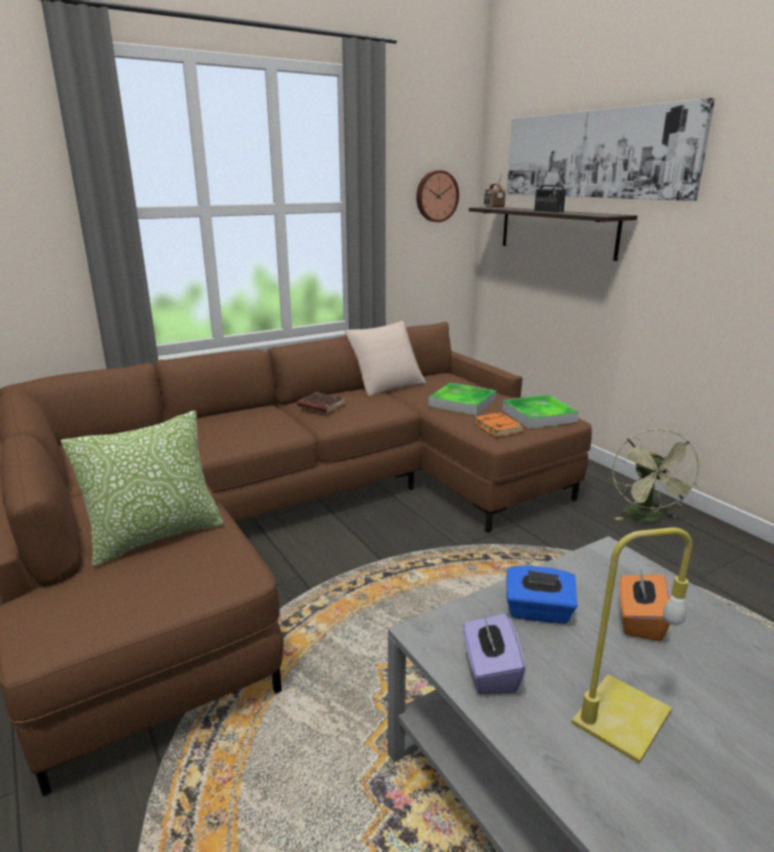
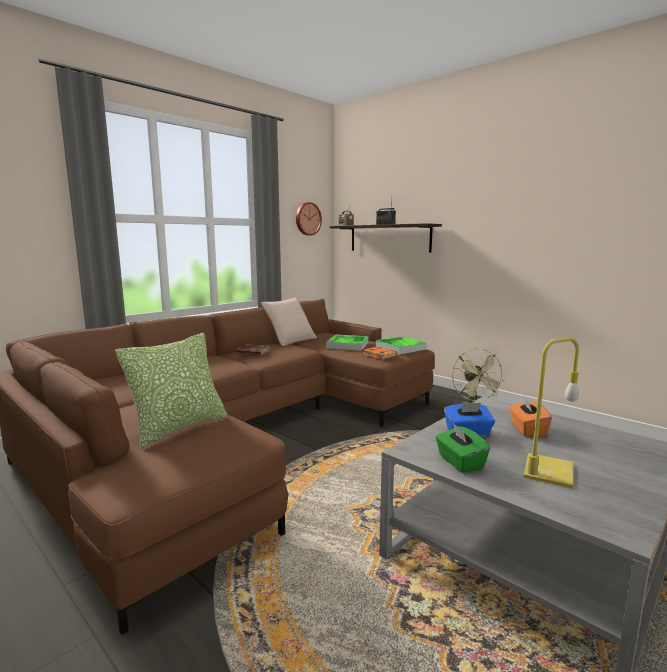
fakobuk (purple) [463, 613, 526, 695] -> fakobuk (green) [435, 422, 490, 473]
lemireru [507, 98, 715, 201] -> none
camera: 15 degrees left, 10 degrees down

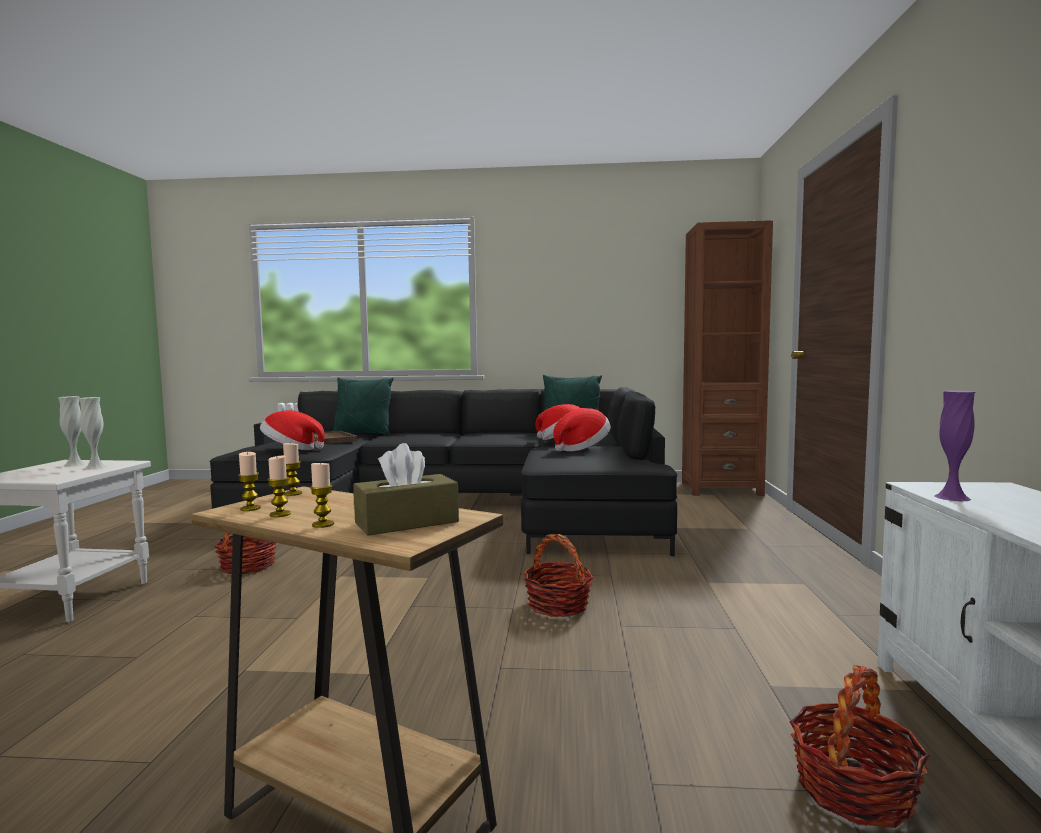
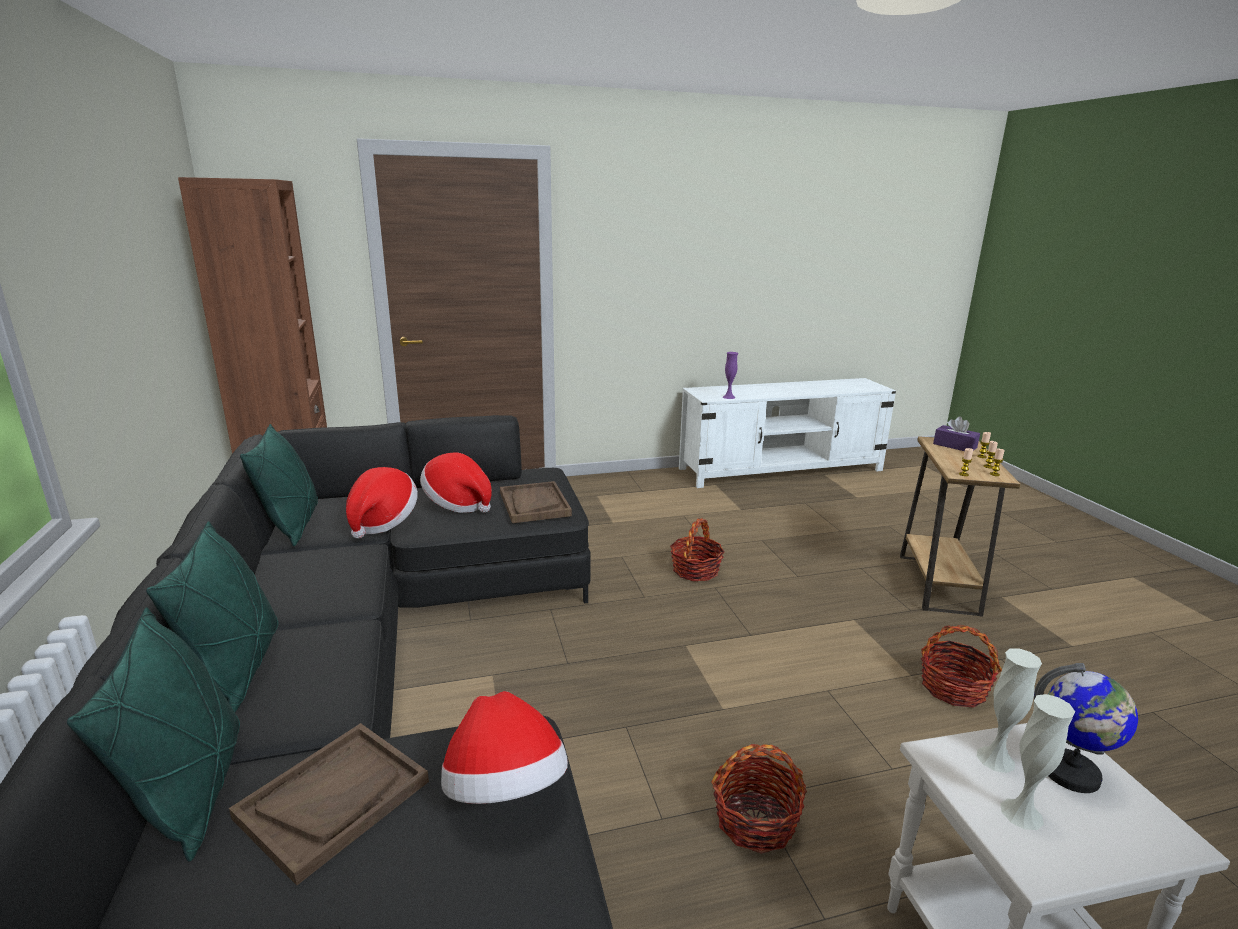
fakobuk (brown) [353, 443, 459, 536] -> fakobuk (purple) [933, 416, 980, 451]
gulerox [790, 666, 930, 828] -> gulerox [921, 625, 1002, 708], move
none -> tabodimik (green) [146, 521, 278, 712]
none -> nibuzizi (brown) [500, 481, 572, 523]
none -> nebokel [1034, 663, 1138, 793]
camera: 110 degrees left, 15 degrees up

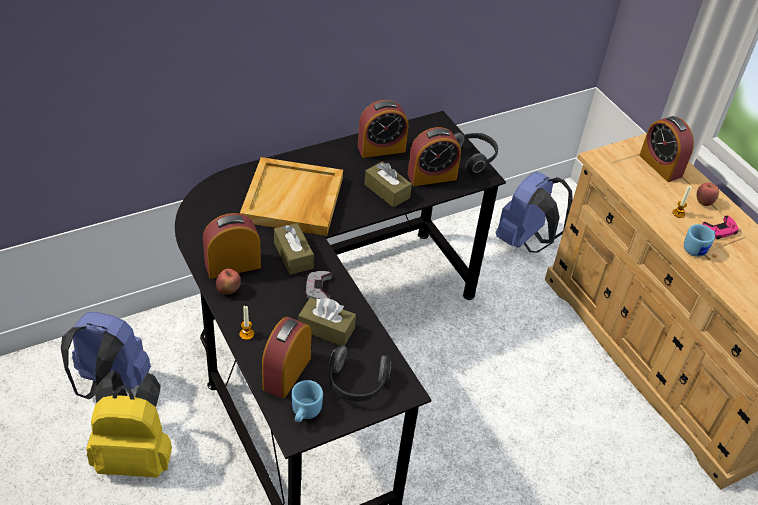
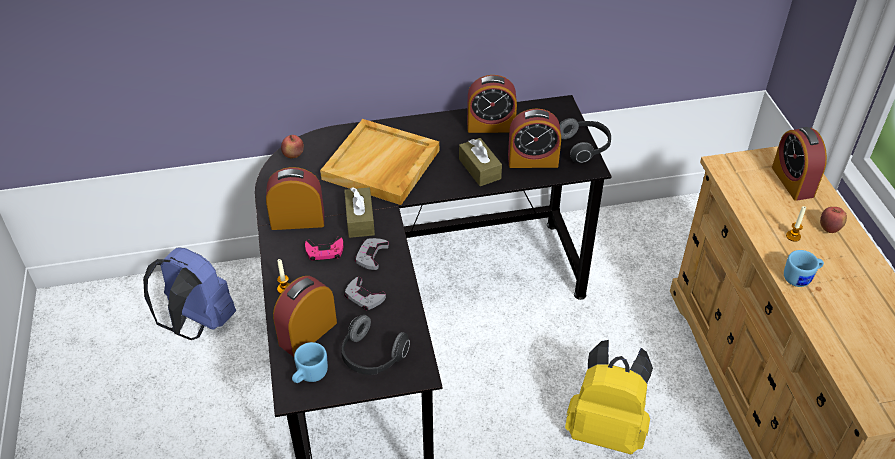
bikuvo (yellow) [86, 371, 172, 478] -> bikuvo (yellow) [565, 340, 653, 455], move
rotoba [216, 268, 241, 294] -> rotoba [281, 135, 304, 158], move
fakobuk (brown) [298, 297, 356, 346] -> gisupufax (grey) [344, 277, 386, 310]
bikuvo (blue) [496, 172, 573, 253] -> none
gisupufax (pink) [702, 216, 739, 239] -> gisupufax (pink) [305, 237, 344, 261], move
camera: 20 degrees right, 0 degrees up

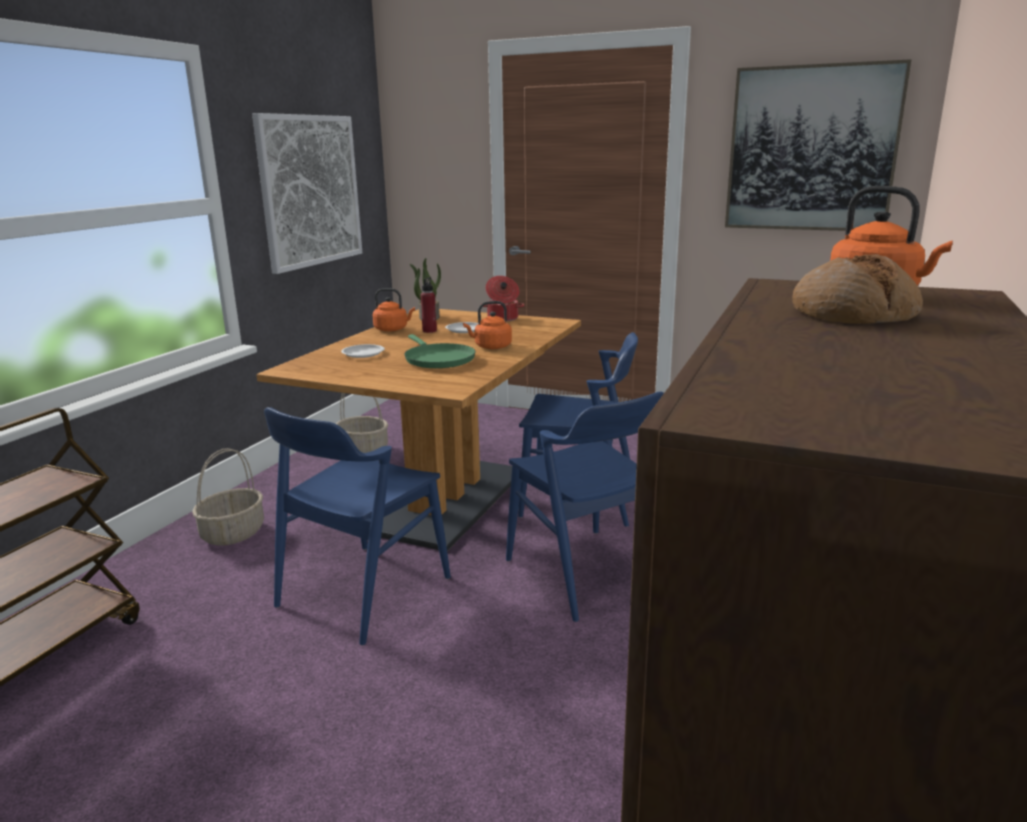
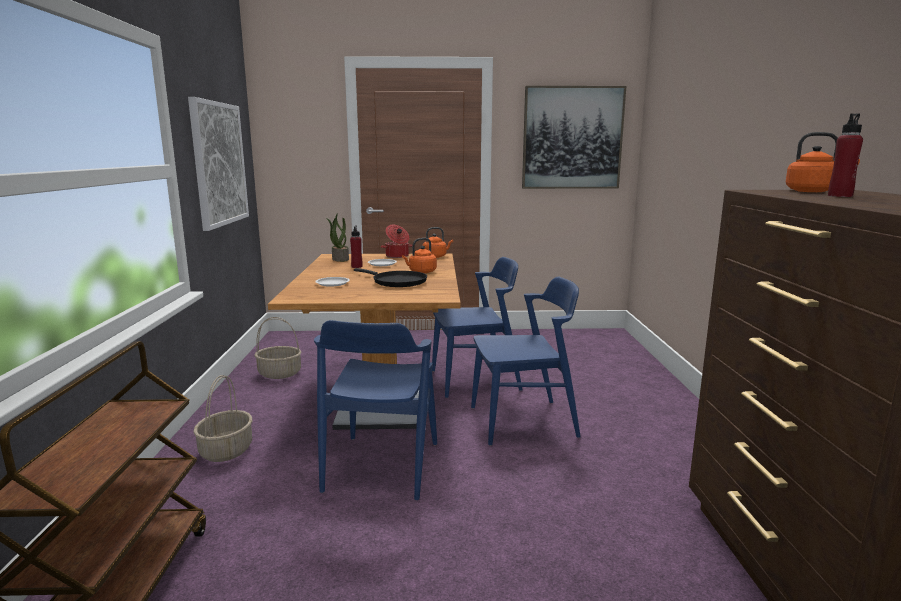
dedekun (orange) [372, 288, 415, 332] -> dedekun (orange) [422, 227, 453, 258], move
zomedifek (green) [404, 334, 475, 368] -> zomedifek (black) [354, 268, 427, 287]
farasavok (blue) [506, 392, 664, 622] -> farasavok (blue) [471, 277, 581, 446], 45 degrees counterclockwise
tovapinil [792, 254, 923, 324] -> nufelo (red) [828, 113, 863, 197]
camera: 25 degrees left, 5 degrees down

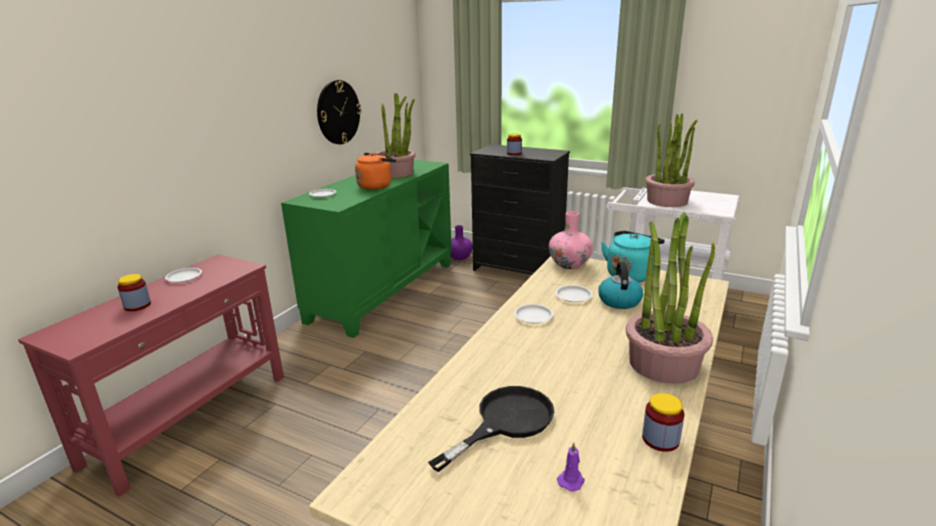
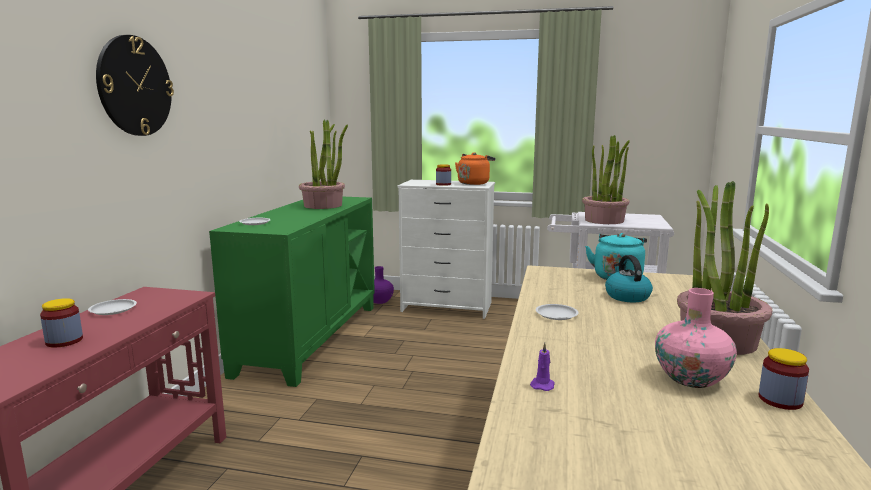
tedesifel [317, 80, 361, 144] -> tedesifel [96, 35, 174, 136], move
dedekun (orange) [355, 153, 396, 190] -> dedekun (orange) [455, 152, 495, 185], move
zomedifek (black) [428, 386, 554, 472] -> none
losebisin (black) [470, 144, 570, 275] -> losebisin (white) [397, 180, 495, 319]
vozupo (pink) [549, 211, 593, 269] -> vozupo (pink) [655, 288, 737, 388], move
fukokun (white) [555, 285, 592, 302] -> none
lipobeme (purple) [557, 442, 585, 492] -> lipobeme (purple) [530, 343, 555, 391], move
camera: 15 degrees left, 10 degrees down

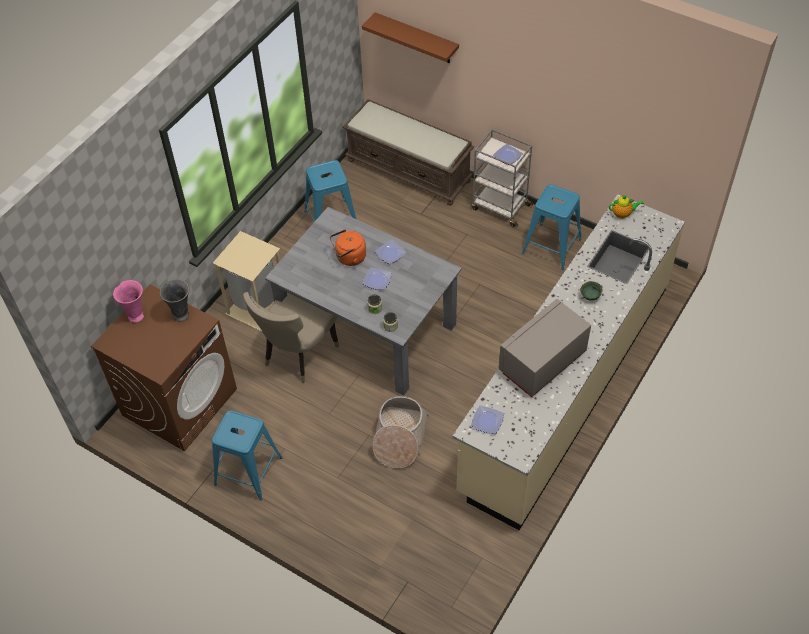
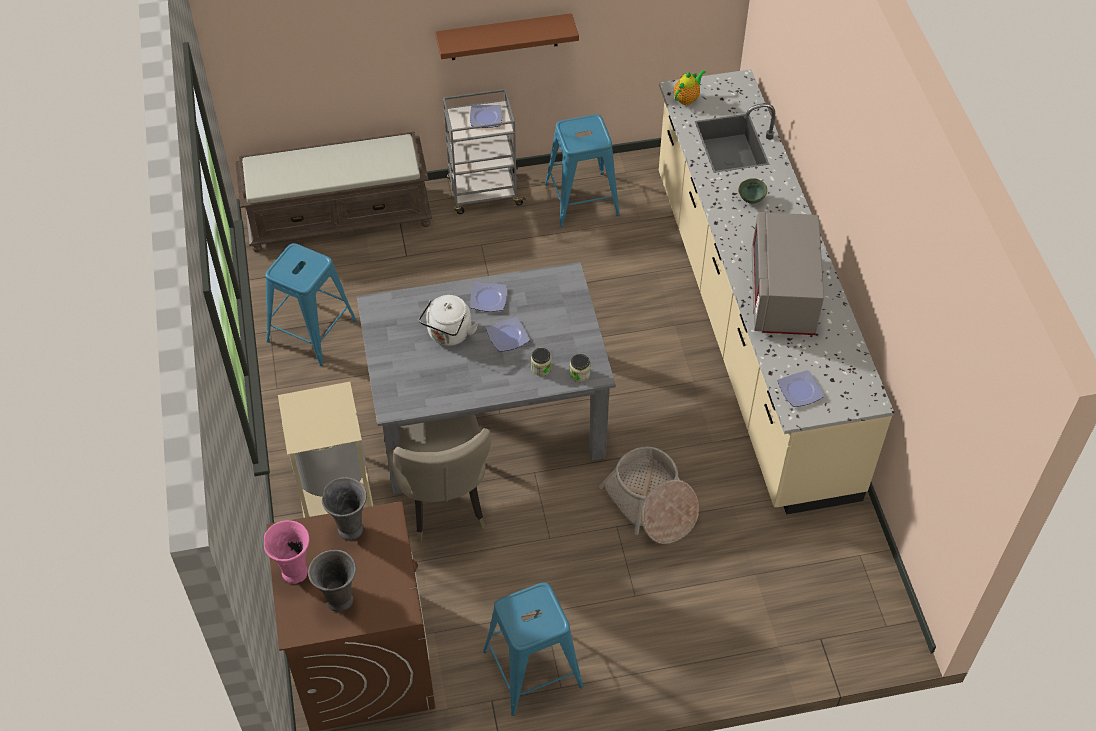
dedekun (orange) [330, 229, 366, 266] -> dedekun (white) [419, 295, 478, 346]
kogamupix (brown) [362, 12, 459, 63] -> kogamupix (brown) [435, 13, 579, 60], move
none -> vozupo (grey) [308, 550, 356, 612]
camera: 45 degrees left, 0 degrees up

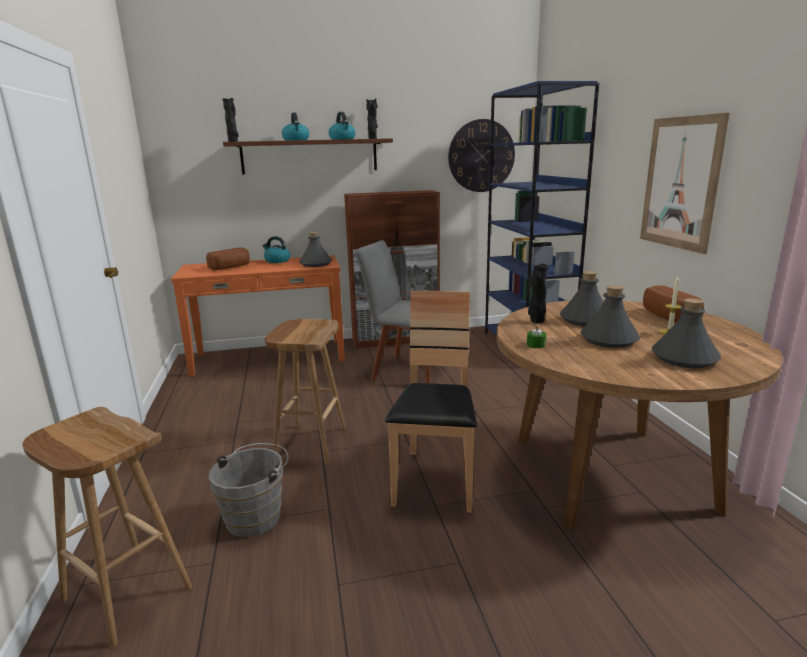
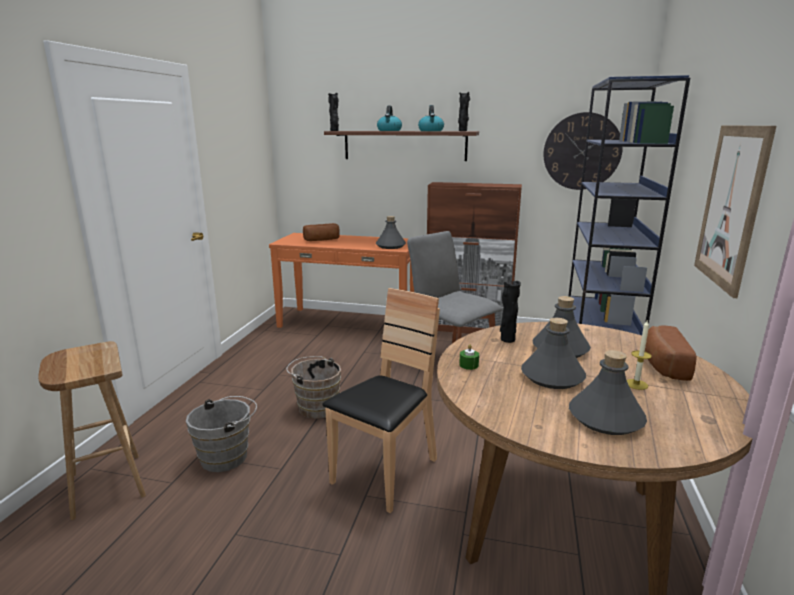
dedekun [263, 236, 290, 263] -> none
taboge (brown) [265, 319, 346, 463] -> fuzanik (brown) [286, 356, 341, 419]
camera: 25 degrees right, 0 degrees up

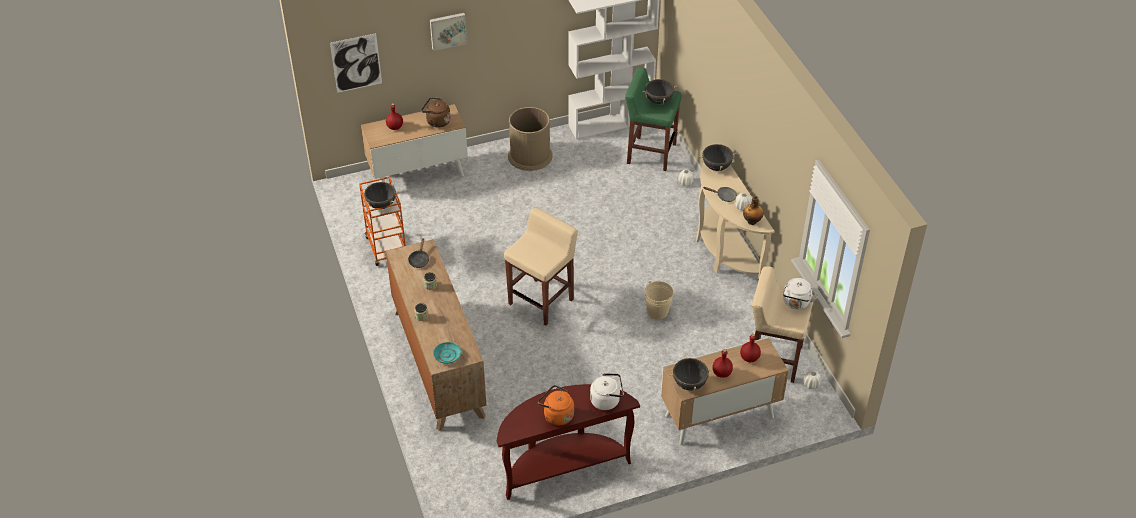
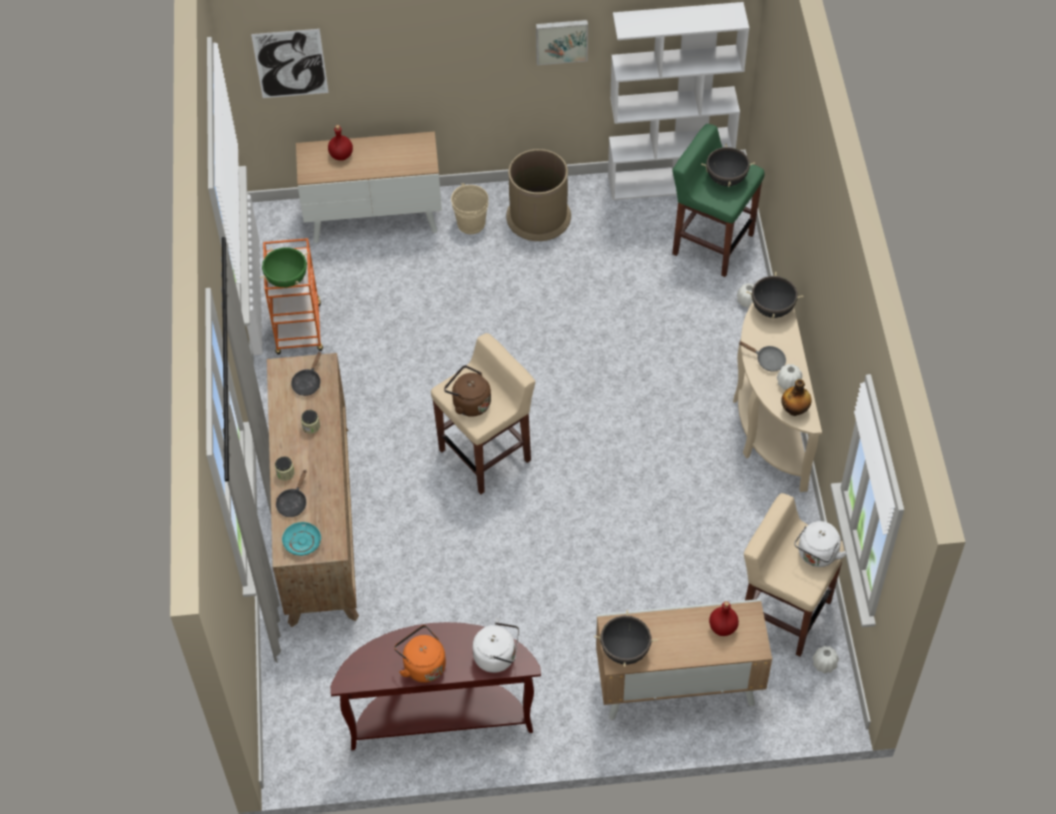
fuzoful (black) [364, 182, 396, 209] -> fuzoful (green) [260, 247, 308, 288]
dedekun (brown) [421, 97, 451, 128] -> dedekun (brown) [444, 365, 491, 417], move
lemireru [430, 13, 467, 51] -> lemireru [536, 20, 588, 65], move
fuzanik (beige) [645, 281, 673, 319] -> fuzanik (beige) [451, 183, 488, 234], move
nufelo (red) [713, 349, 733, 378] -> none
none -> zomedifek (black) [276, 470, 307, 517]
camera: 15 degrees right, 10 degrees up

